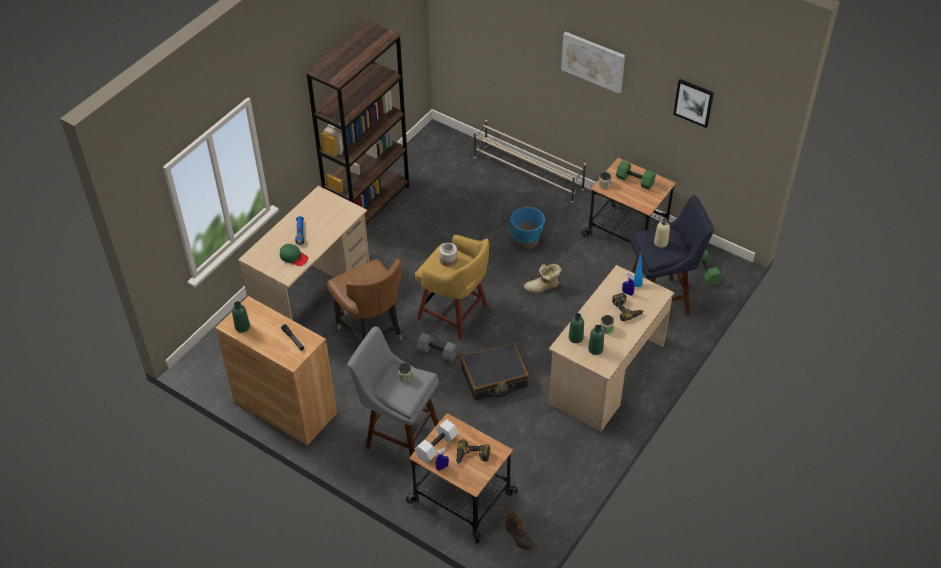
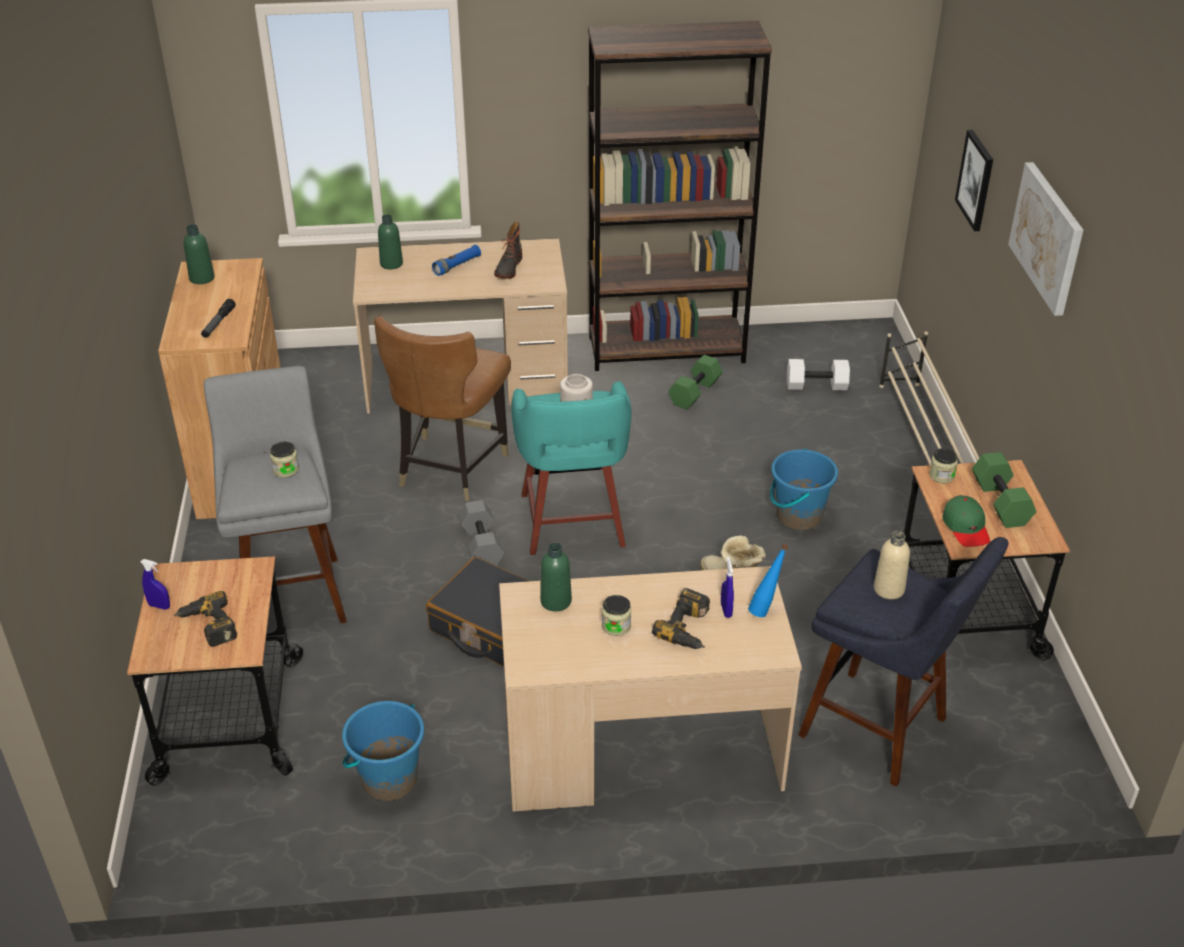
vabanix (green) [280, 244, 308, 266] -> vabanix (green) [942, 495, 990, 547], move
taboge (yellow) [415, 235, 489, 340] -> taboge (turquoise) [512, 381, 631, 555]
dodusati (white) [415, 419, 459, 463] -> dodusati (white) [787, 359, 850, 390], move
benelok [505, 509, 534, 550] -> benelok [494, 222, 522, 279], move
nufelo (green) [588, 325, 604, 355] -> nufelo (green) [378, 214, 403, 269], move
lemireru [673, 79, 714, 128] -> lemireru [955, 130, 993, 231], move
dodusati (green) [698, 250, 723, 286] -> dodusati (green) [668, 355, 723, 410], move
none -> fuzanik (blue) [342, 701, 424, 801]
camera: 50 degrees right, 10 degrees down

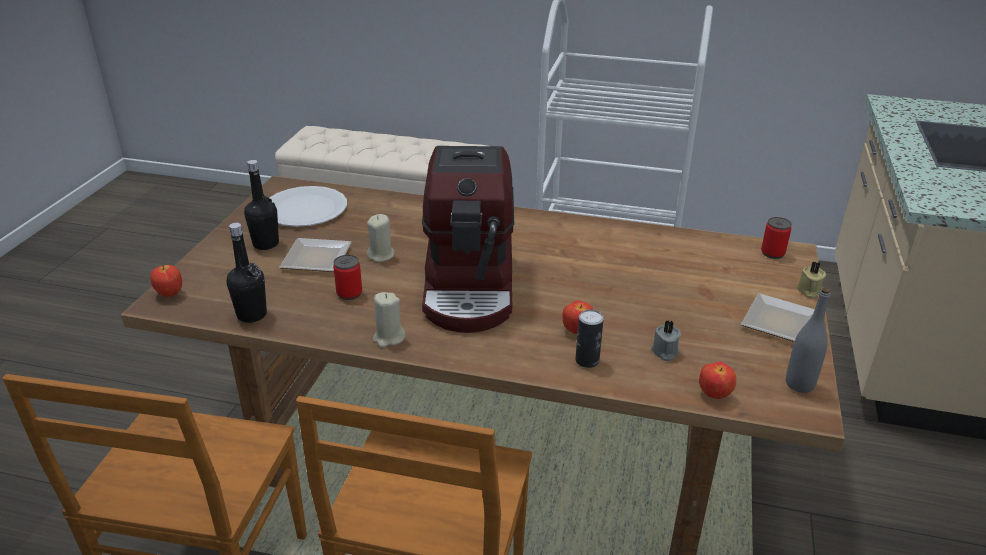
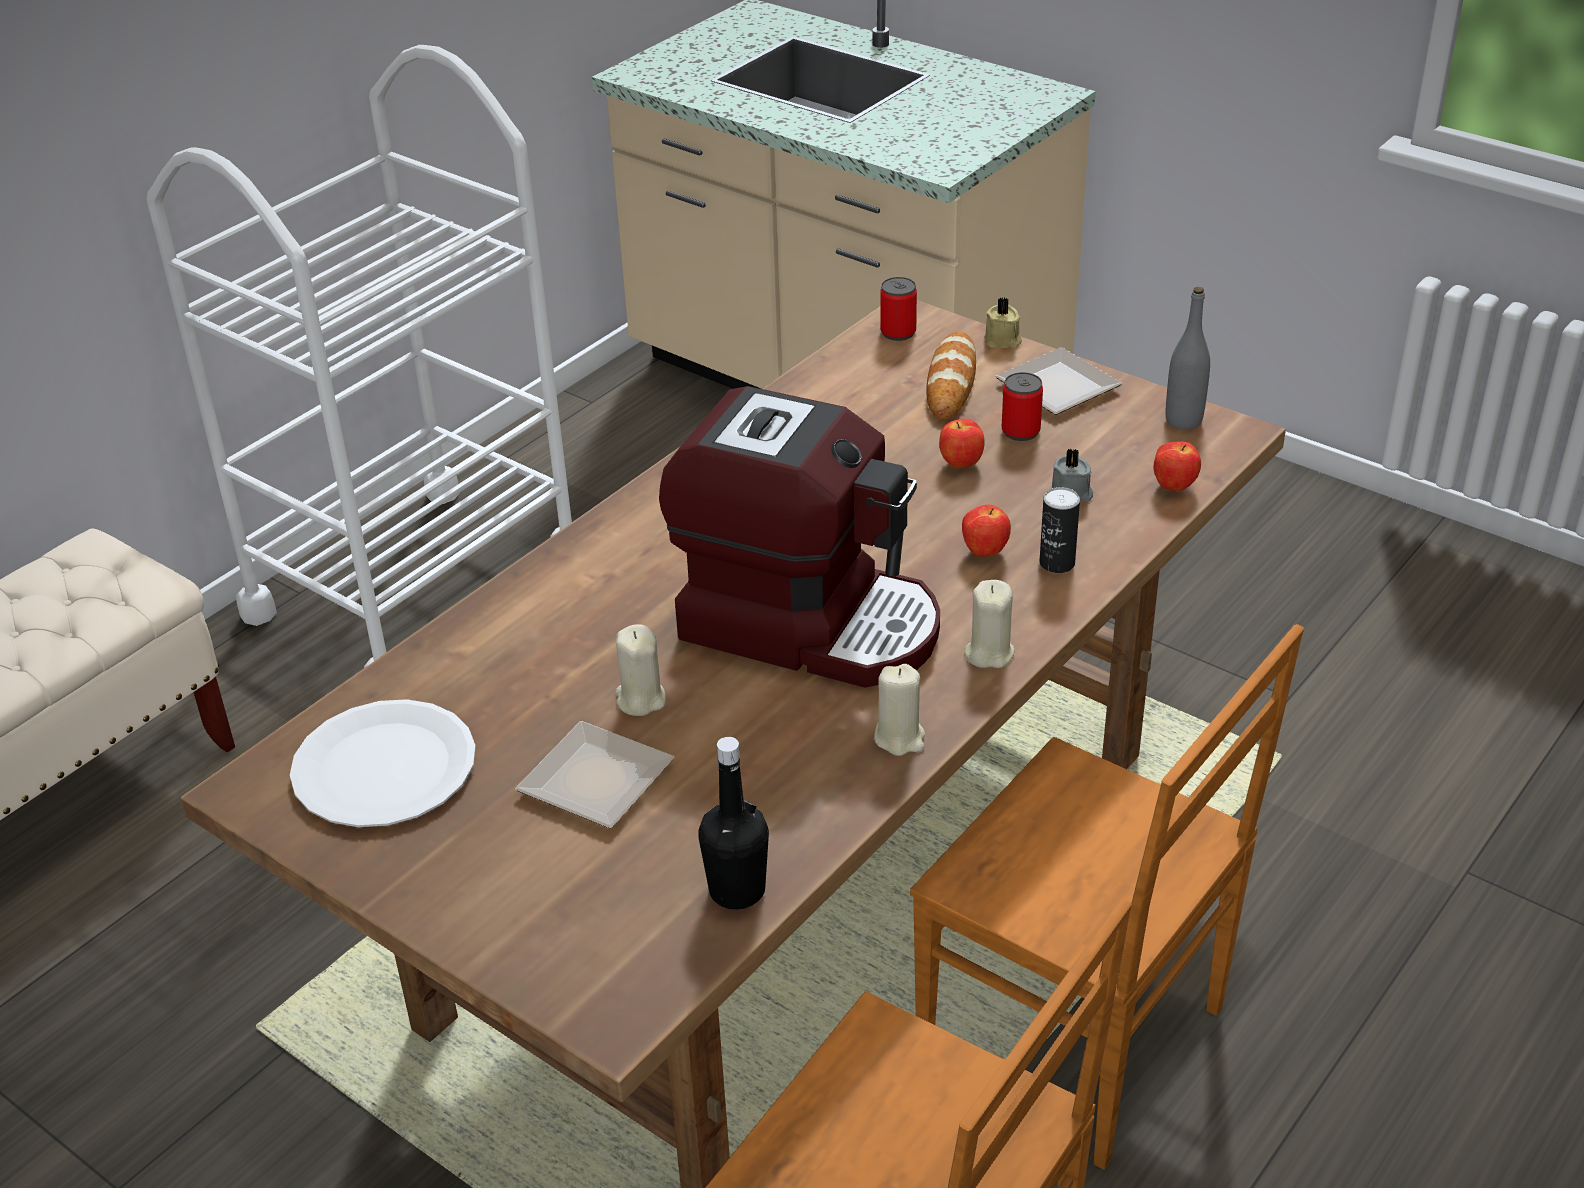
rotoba [150, 265, 182, 297] -> rotoba [939, 419, 985, 469], move
nufelo (black) [244, 160, 279, 250] -> none
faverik [333, 255, 362, 300] -> faverik [1002, 372, 1043, 441], move
none -> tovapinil [926, 331, 976, 420]
none -> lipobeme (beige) [965, 580, 1015, 668]
camera: 65 degrees left, 5 degrees up

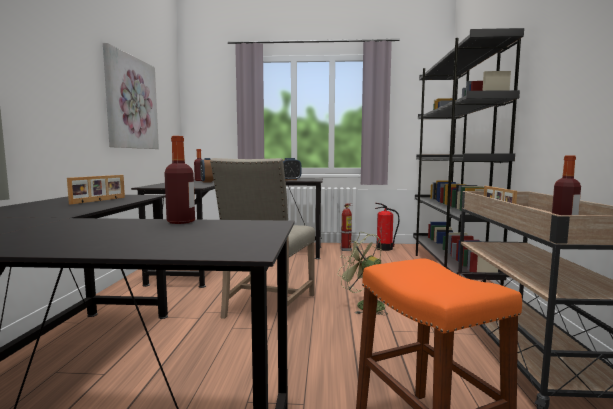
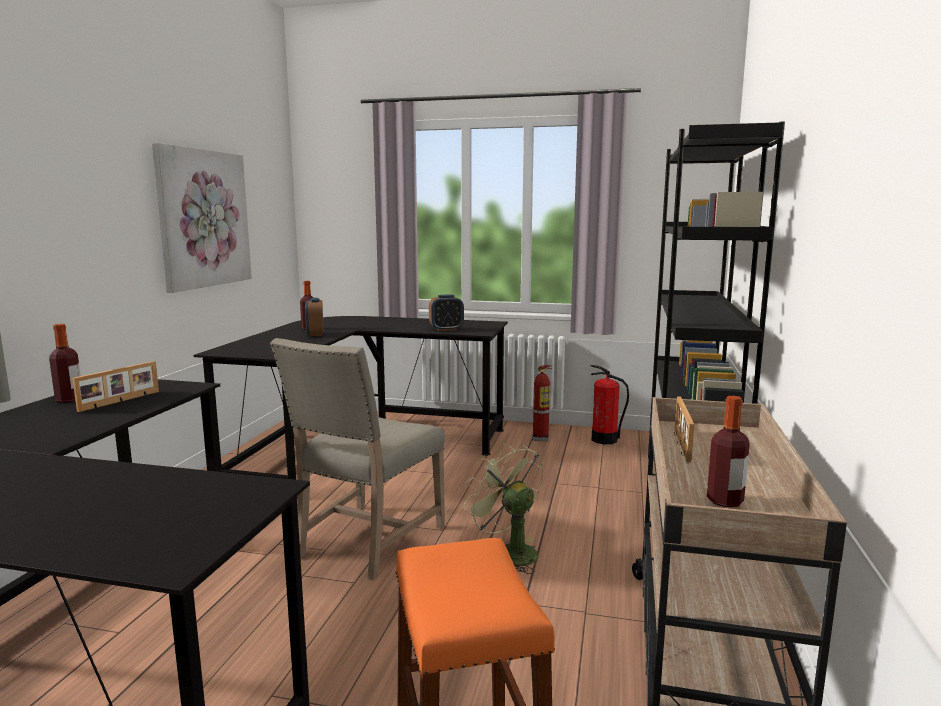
nufelo [164, 136, 195, 224] -> nufelo [49, 324, 81, 403], move
camera: 10 degrees right, 5 degrees up

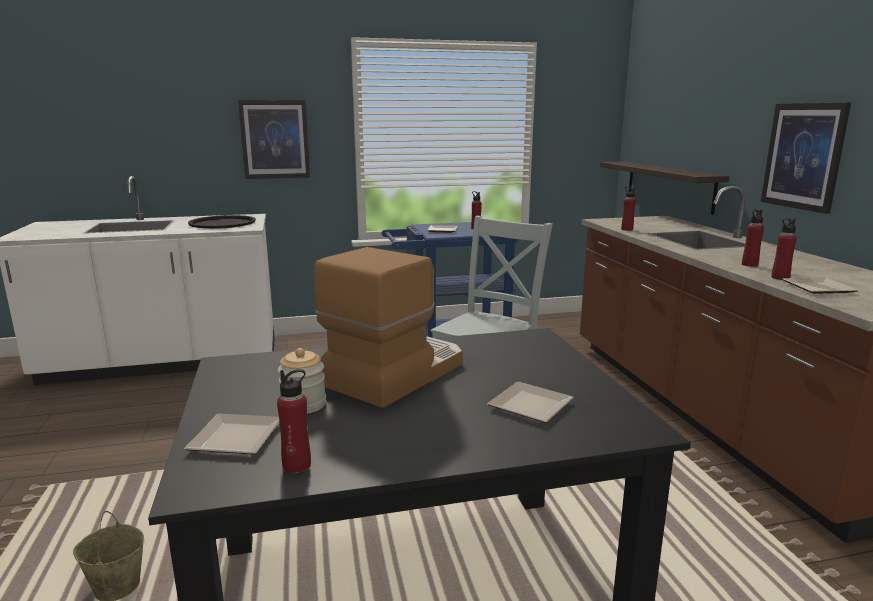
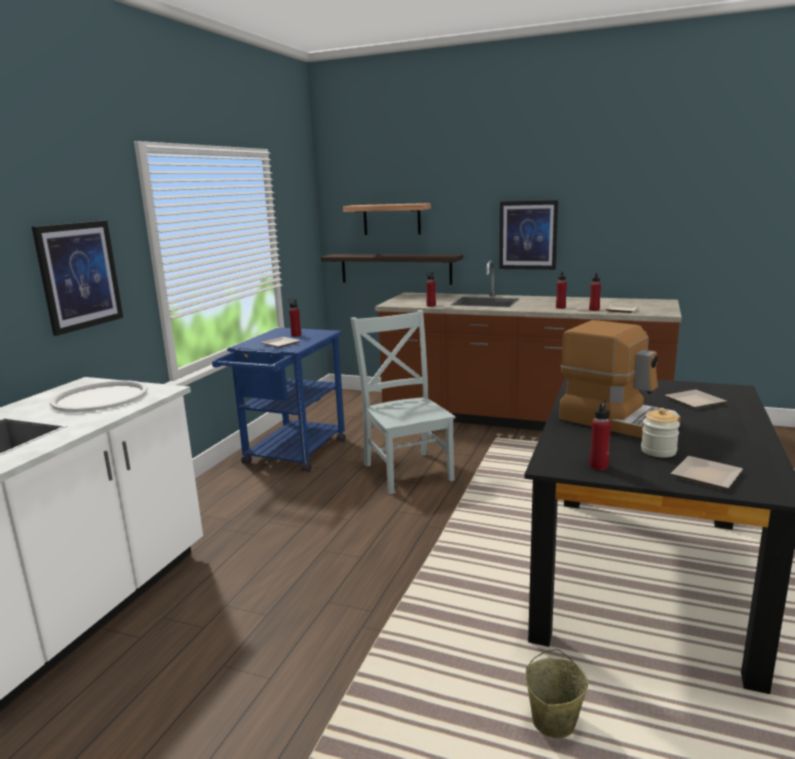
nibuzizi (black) [188, 215, 256, 229] -> nibuzizi (white) [50, 380, 148, 412]
nufelo (red) [277, 369, 311, 474] -> nufelo (red) [589, 400, 611, 470], move
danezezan [314, 247, 463, 408] -> danezezan [559, 320, 681, 438], 150 degrees clockwise
none -> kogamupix [343, 203, 431, 235]
camera: 55 degrees left, 0 degrees up

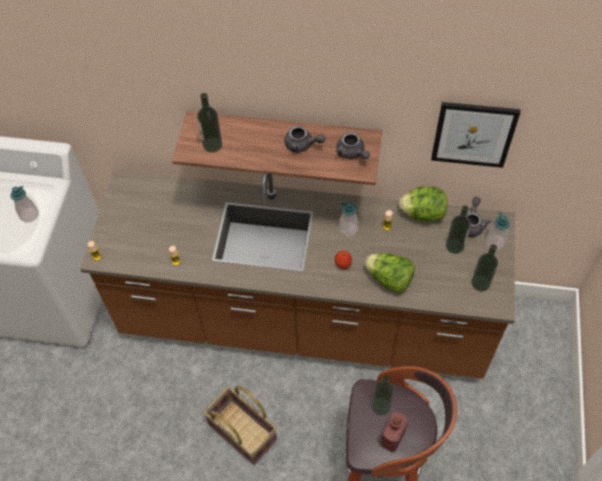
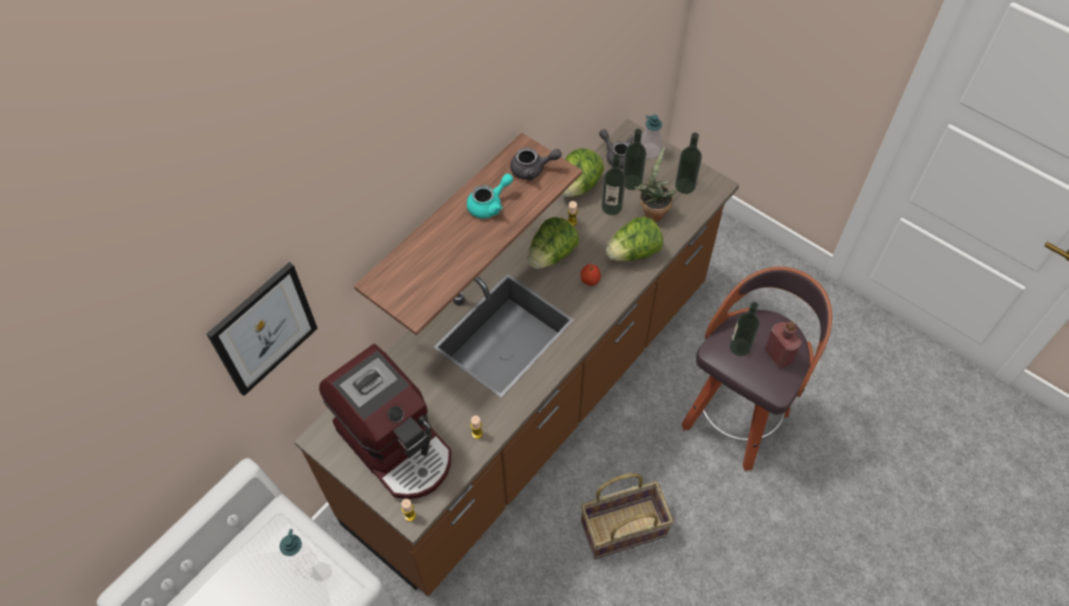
nufelo [197, 93, 222, 152] -> nufelo [602, 154, 626, 215], move
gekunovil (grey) [285, 125, 325, 153] -> gekunovil (turquoise) [467, 174, 513, 219]
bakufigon [339, 202, 358, 237] -> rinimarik [528, 217, 579, 269]
lemireru [431, 102, 520, 168] -> lemireru [207, 262, 318, 396], move
none -> danezezan [319, 344, 451, 499]
none -> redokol [634, 147, 677, 221]
camera: 60 degrees left, 0 degrees up

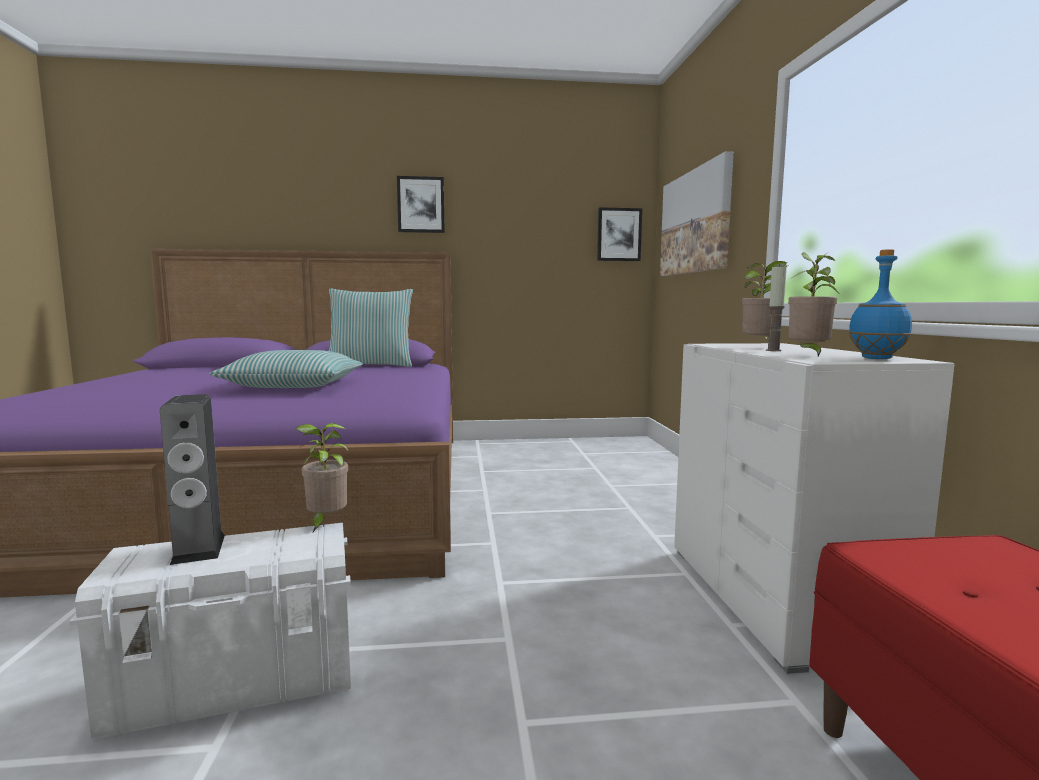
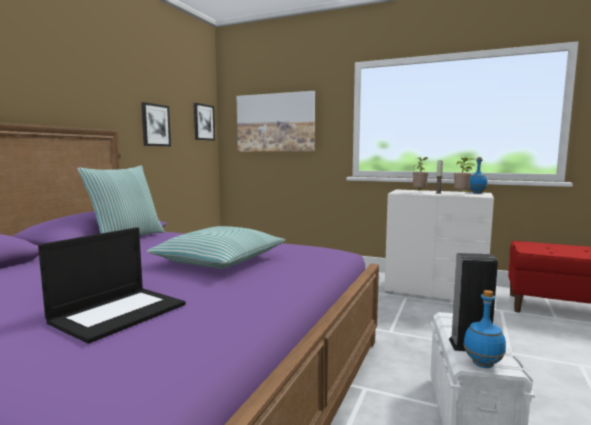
redokol [296, 423, 349, 532] -> none
lemireru [397, 176, 445, 233] -> lemireru [141, 102, 171, 146], move
none -> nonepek [38, 227, 185, 344]
none -> nufelo (blue) [463, 290, 506, 368]
camera: 60 degrees left, 0 degrees up

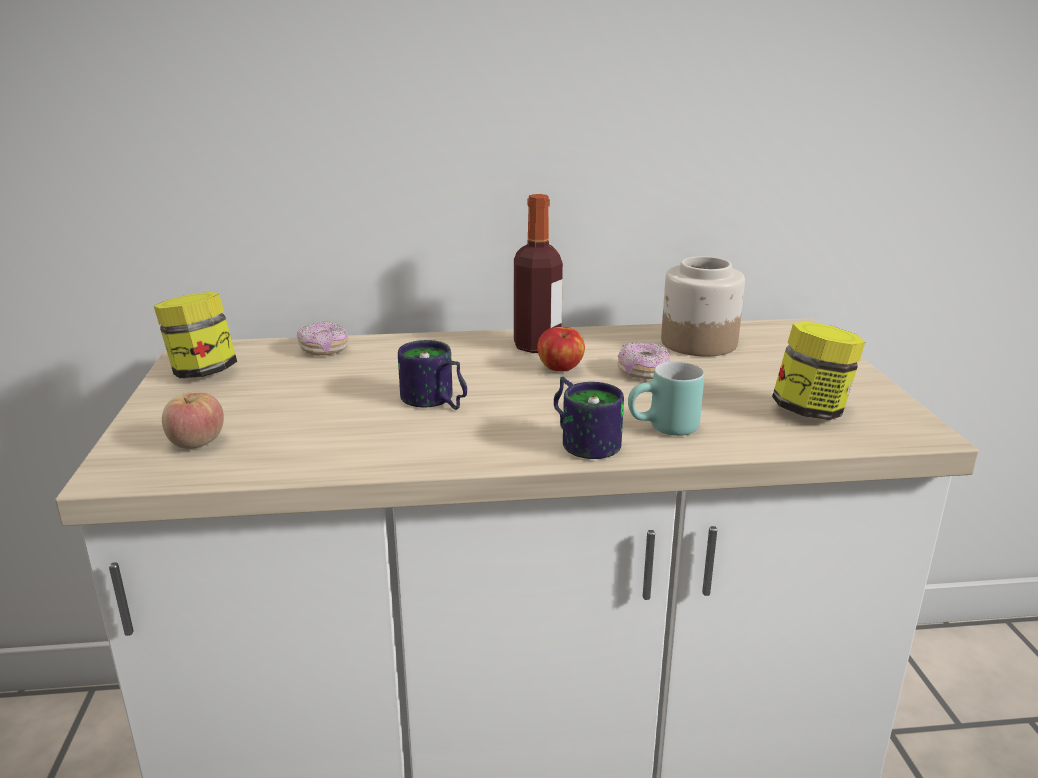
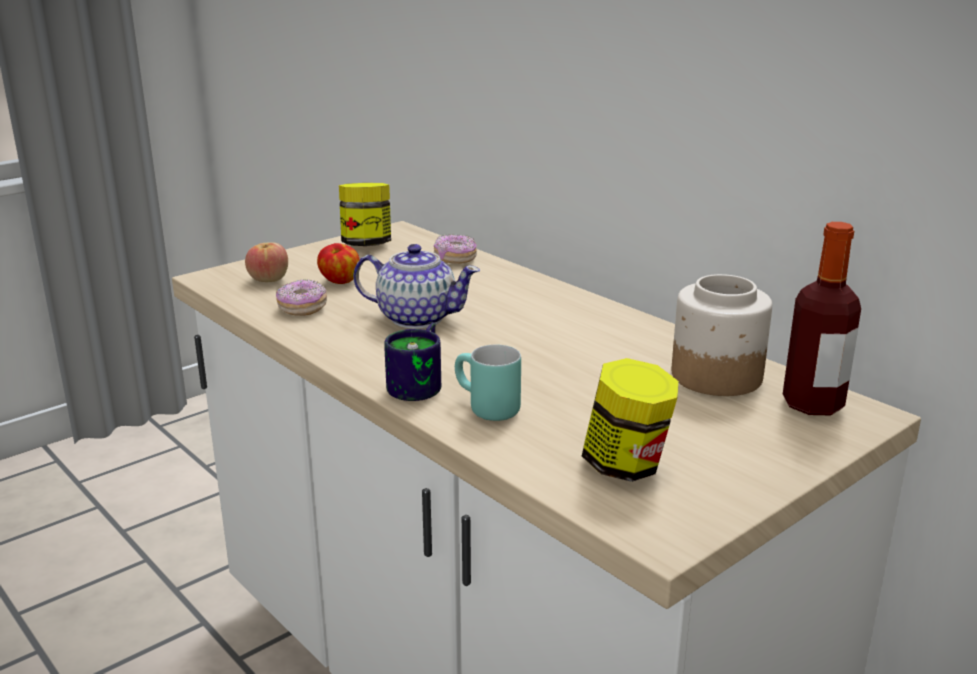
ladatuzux [398, 340, 467, 410] -> gekunovil [353, 244, 480, 329]
nufelo [514, 194, 563, 353] -> nufelo [783, 222, 861, 415], move
rotoba [537, 327, 585, 372] -> rotoba [317, 243, 360, 284], move
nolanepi [617, 342, 670, 379] -> nolanepi [276, 279, 327, 316], move
camera: 55 degrees right, 0 degrees up

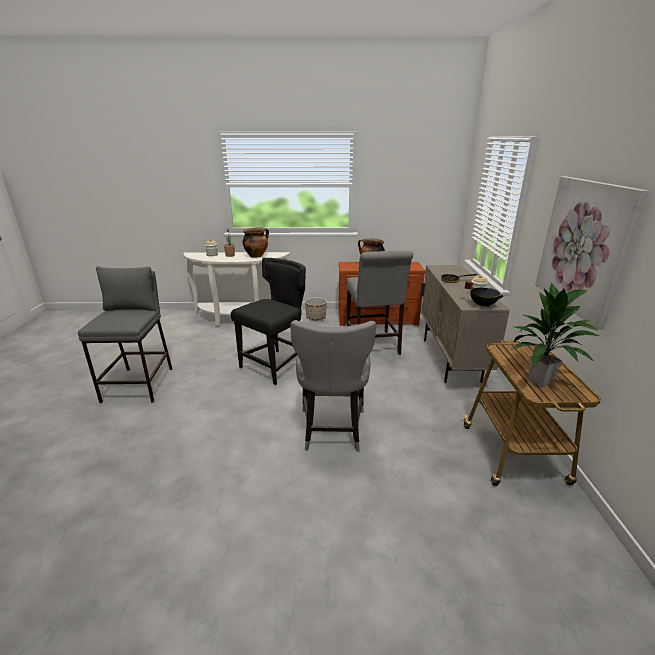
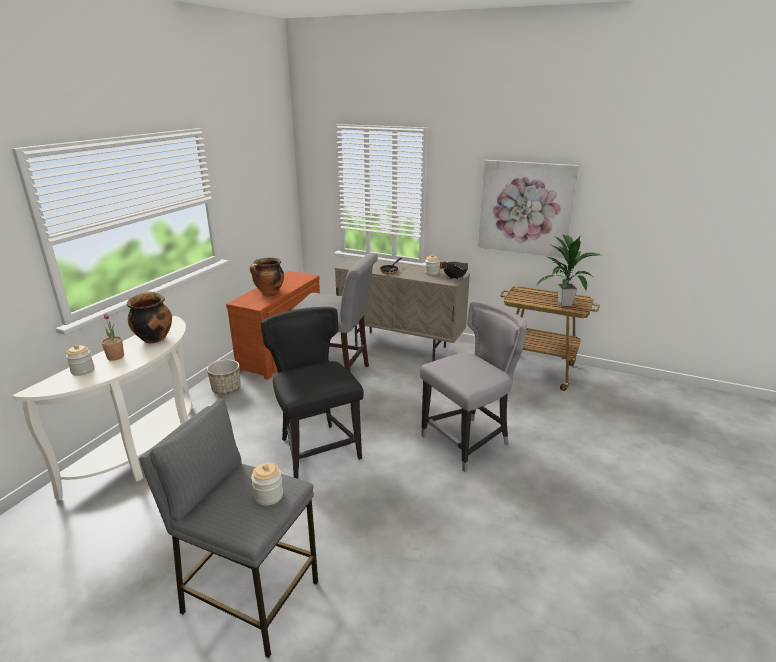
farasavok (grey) [290, 320, 376, 452] -> farasavok (grey) [420, 301, 527, 472], 60 degrees counterclockwise
none -> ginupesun [251, 463, 283, 505]
camera: 65 degrees left, 0 degrees up

